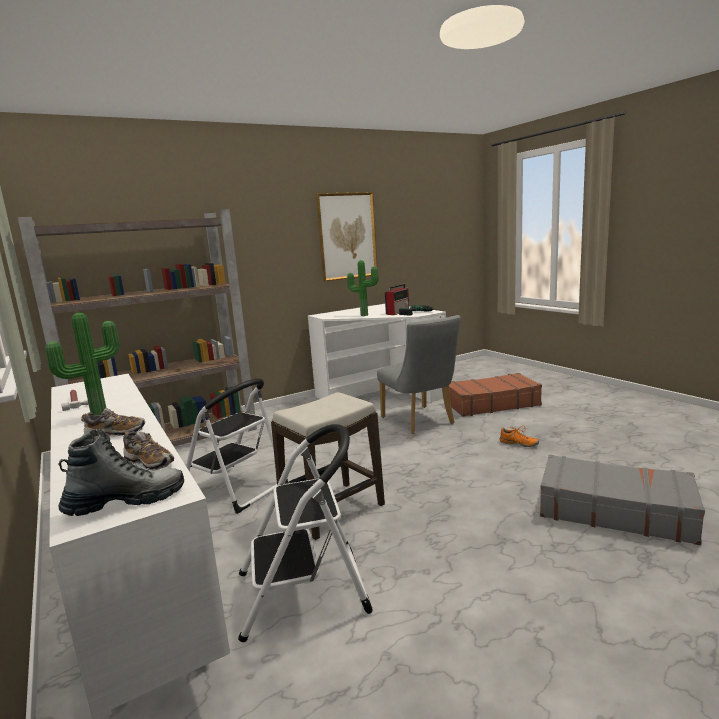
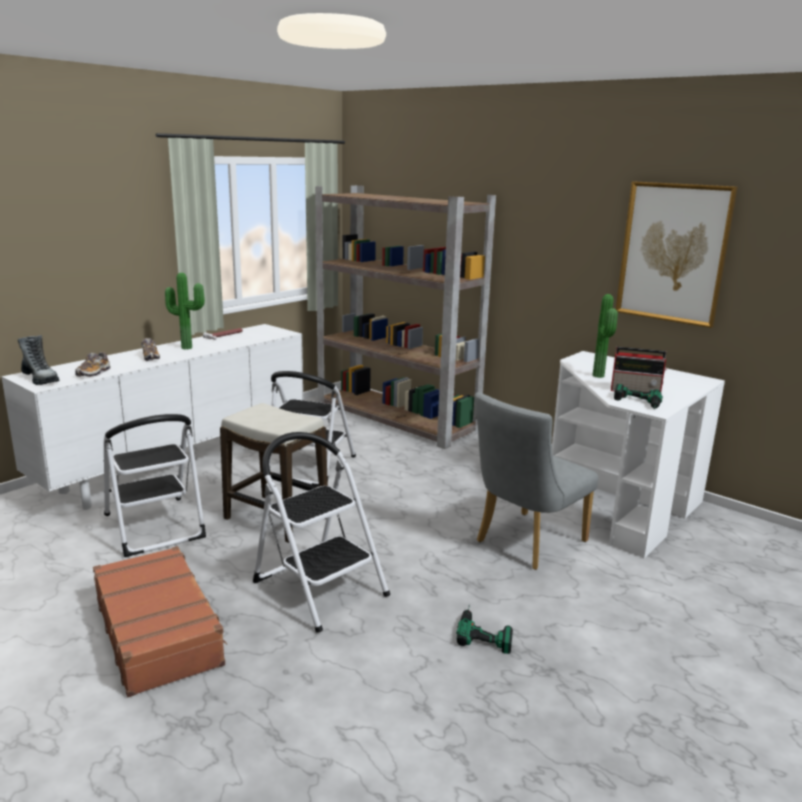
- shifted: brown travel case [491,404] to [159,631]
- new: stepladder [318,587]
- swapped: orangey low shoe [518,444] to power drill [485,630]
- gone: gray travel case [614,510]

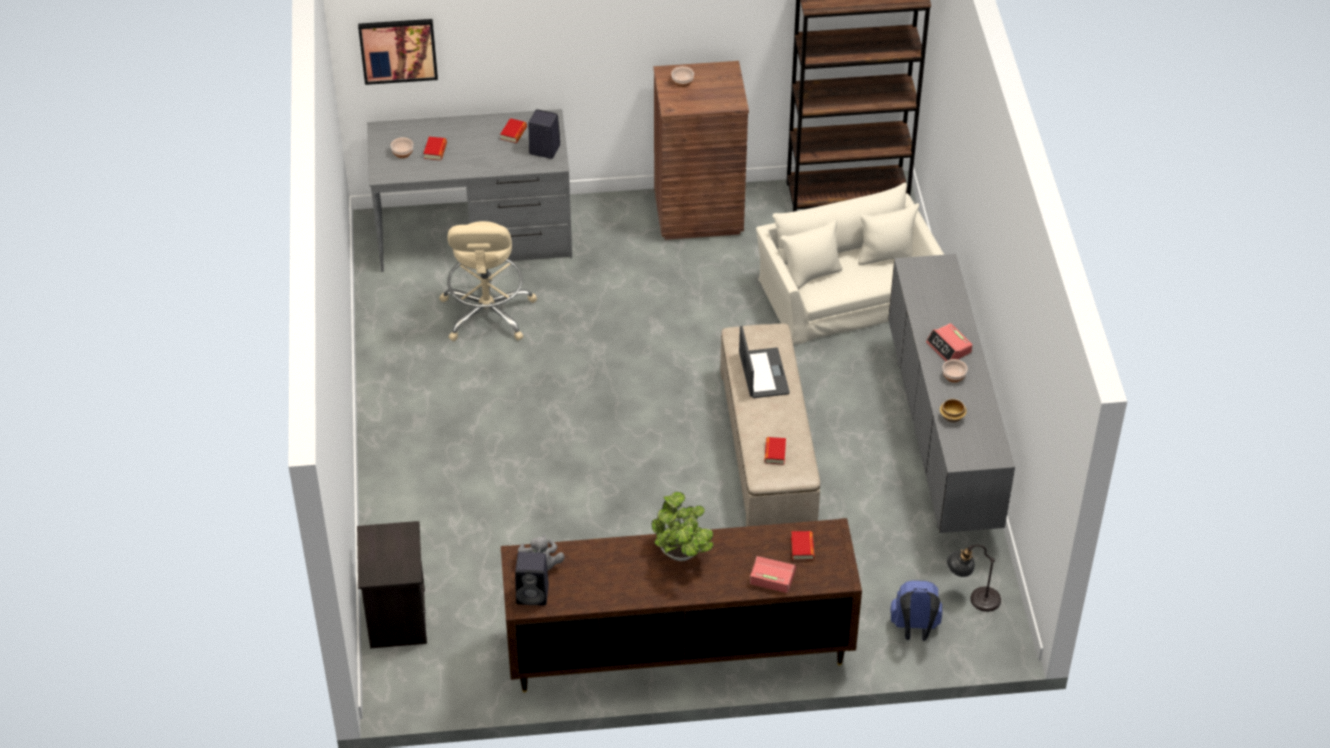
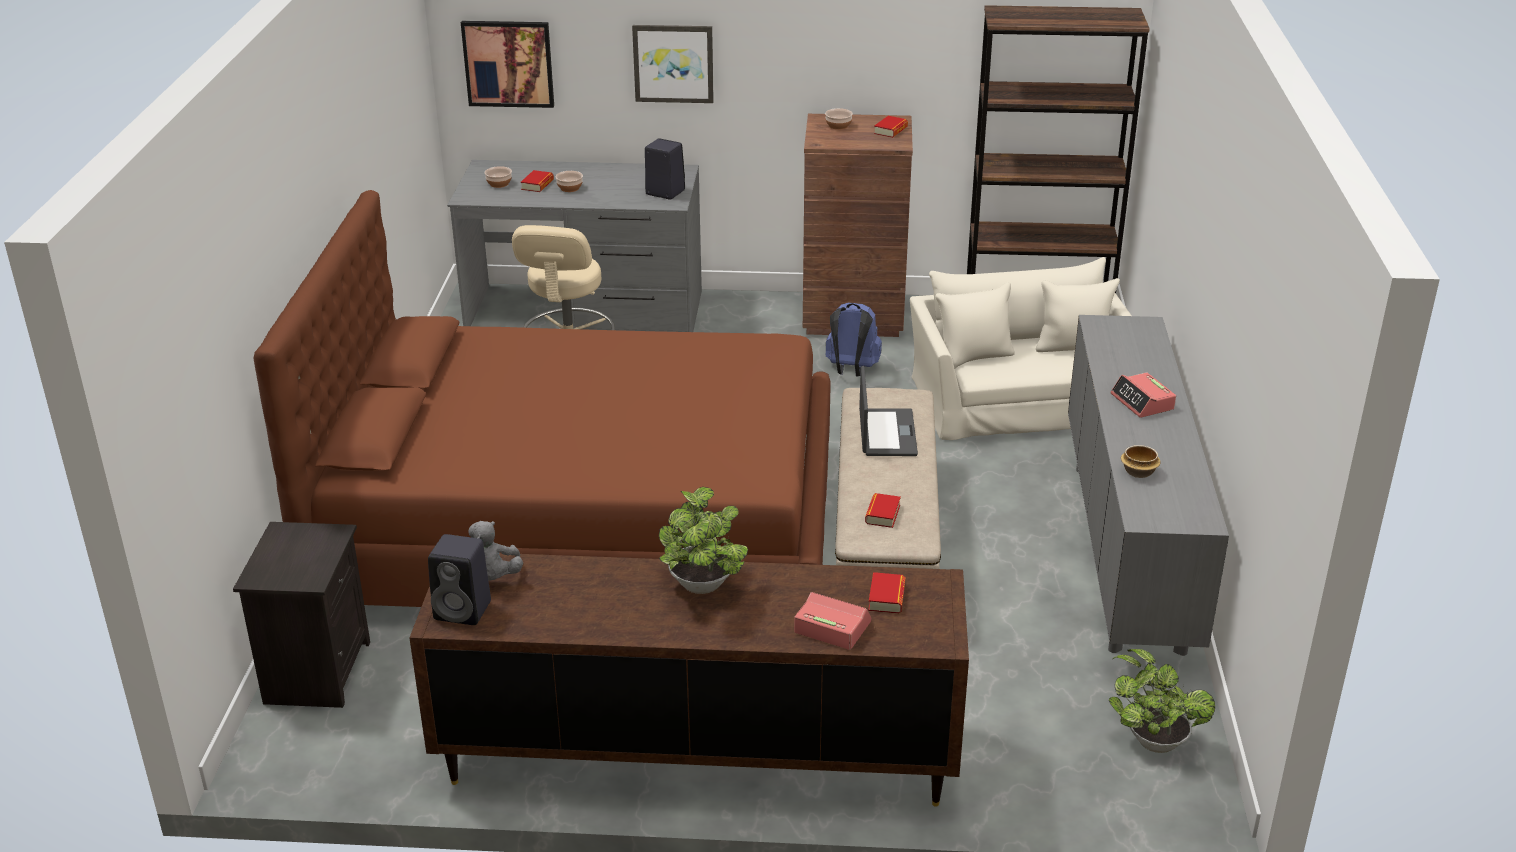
- new: brown sleeping bed [583,527]
- shifted: serving bowl [953,376] to [569,188]
- new: wall art [673,63]
- shifted: blue-coloured rucksack [914,629] to [851,370]
- shifted: bound book [513,133] to [890,130]
- swapped: gray table lamp [972,596] to potted plant [1152,740]

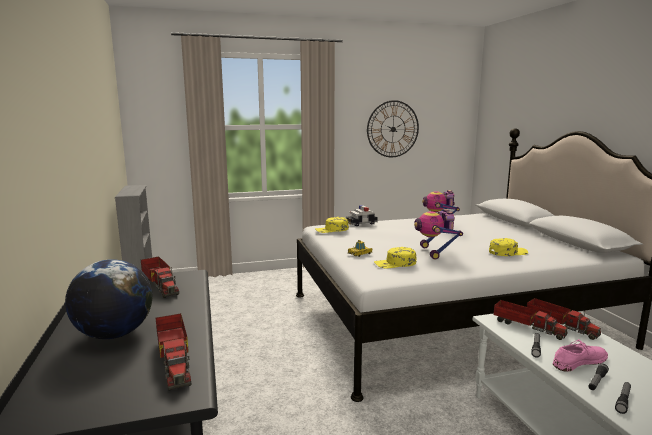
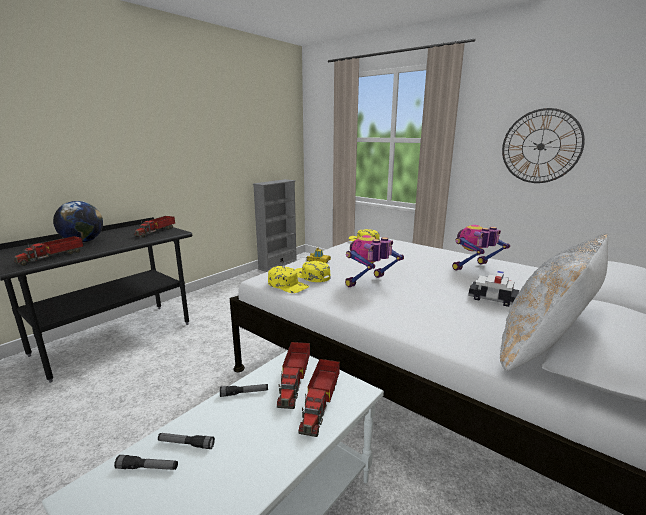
- shifted: yellowish baseball cap [507,252] to [288,285]
- shifted: miniature car [361,223] to [492,299]
- new: white pillow [541,355]
- gone: pink-coloured low shoe [579,361]

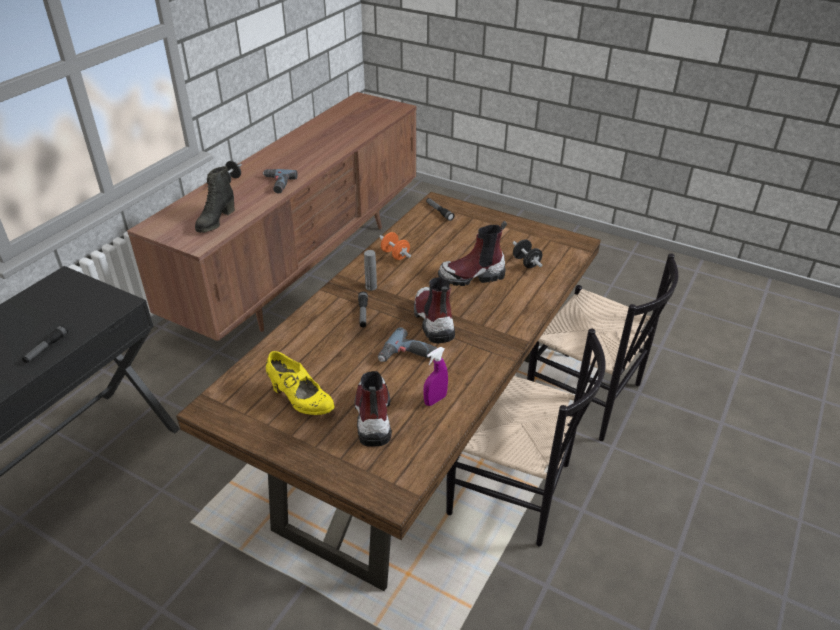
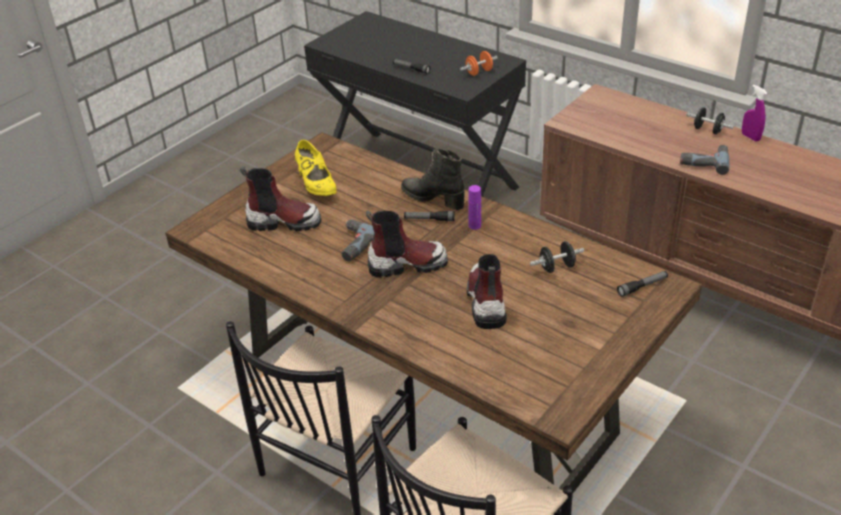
- rotated: yellowish low shoe [300,400] = [316,185] 75 degrees counterclockwise
- shifted: black high-top boot [215,221] to [433,198]
- shifted: orangey hand weight [395,255] to [479,72]
- repainted: gray beverage bottle [371,287] to purplish beverage bottle [474,226]
- shifted: black hand weight [526,262] to [556,267]
- shifted: purplish hand sprayer [435,400] to [750,137]

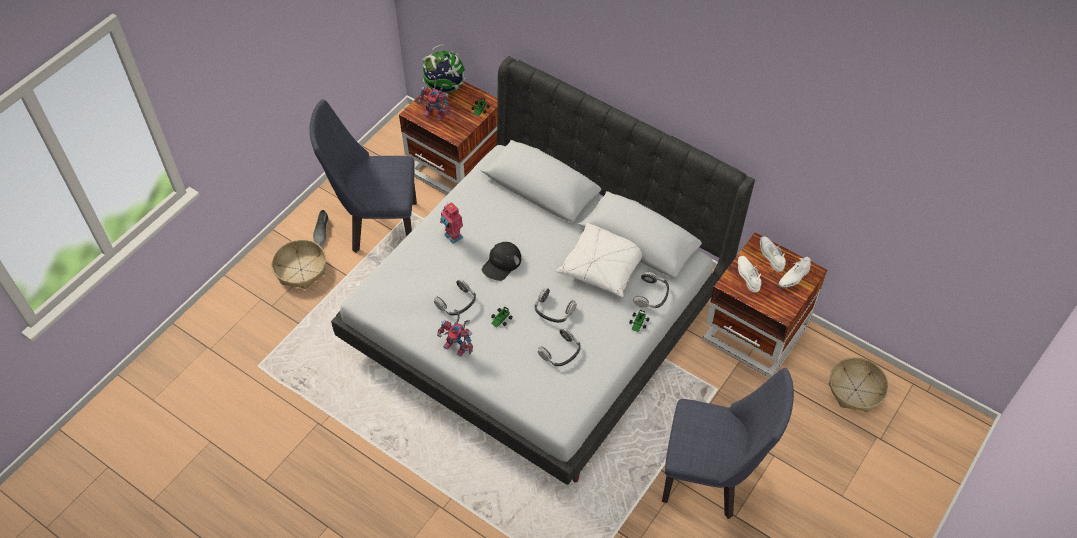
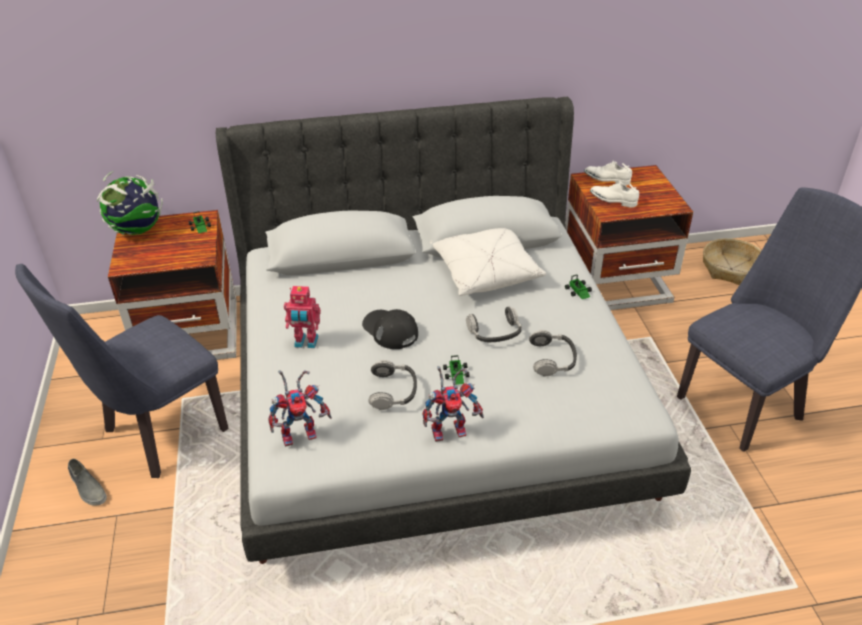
- shifted: model robot [437,114] to [301,432]
- rotated: black baseball cap [501,263] = [390,330] 150 degrees clockwise
- gone: household basket [301,269]
- gone: pair of headphones [651,295]
- gone: white low shoe [794,277]

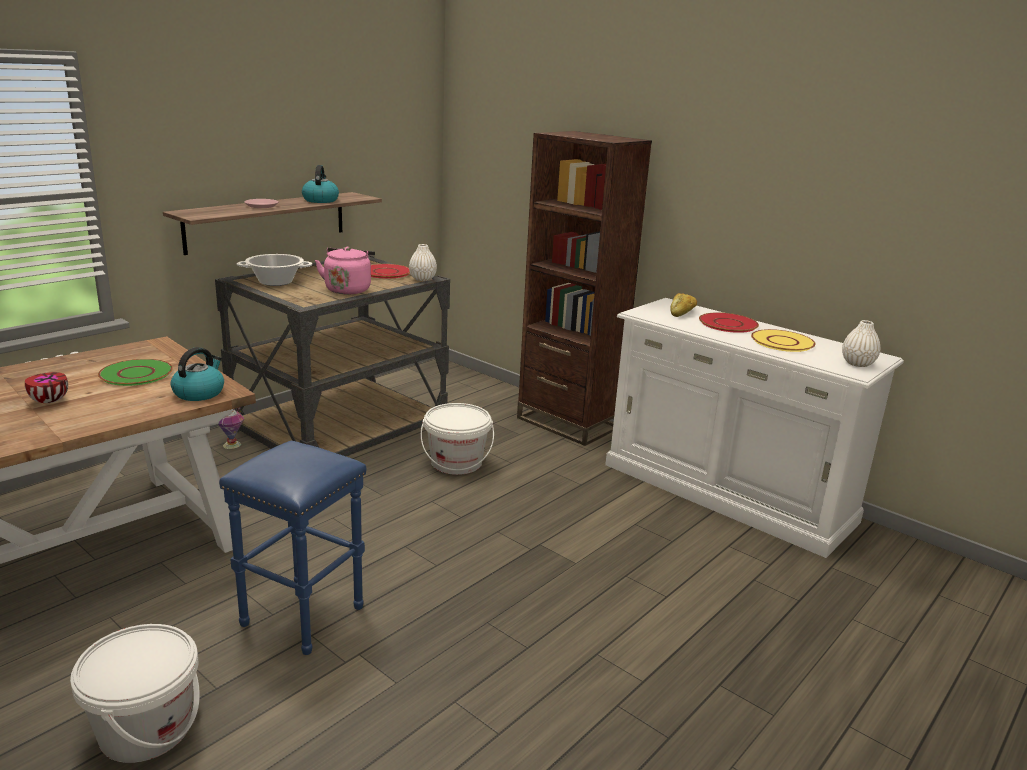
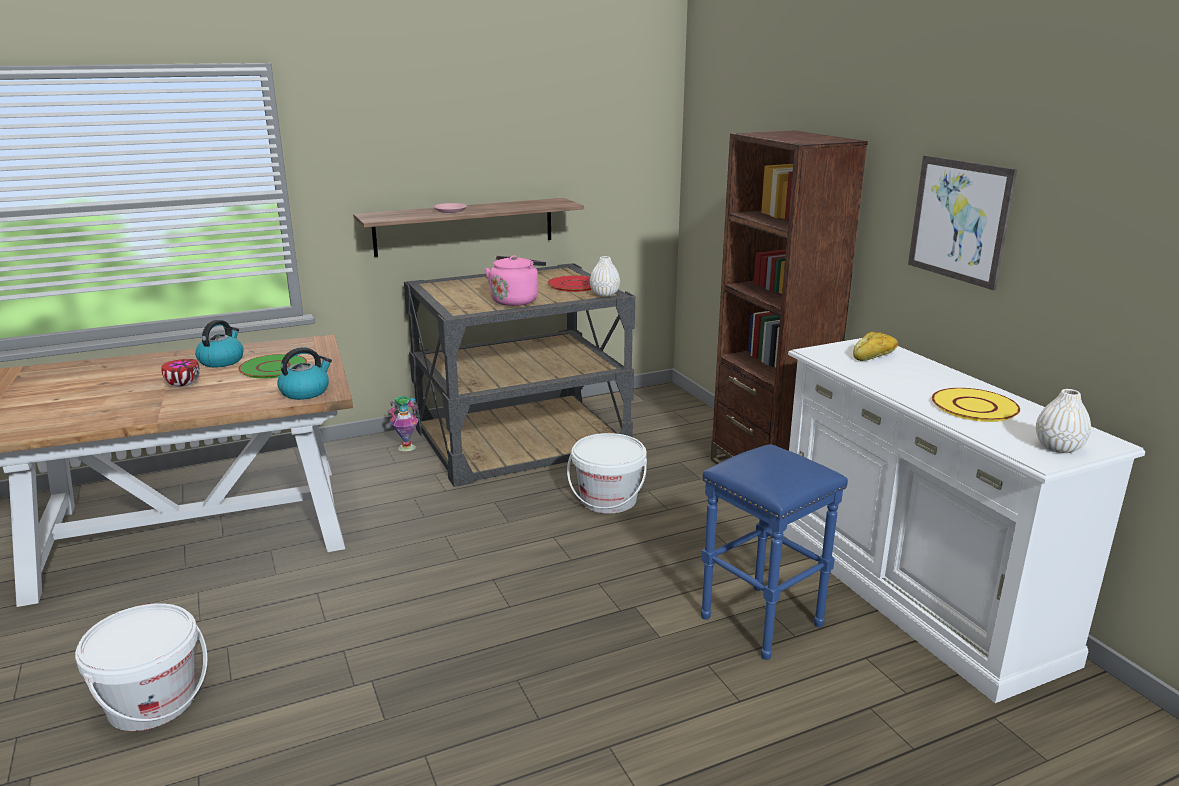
- shifted: water kettle [320,200] to [221,361]
- shifted: blue-coloured stool seat [302,613] to [761,619]
- new: wall art [959,220]
- gone: saucepot [276,282]
- gone: reddish plate [728,324]

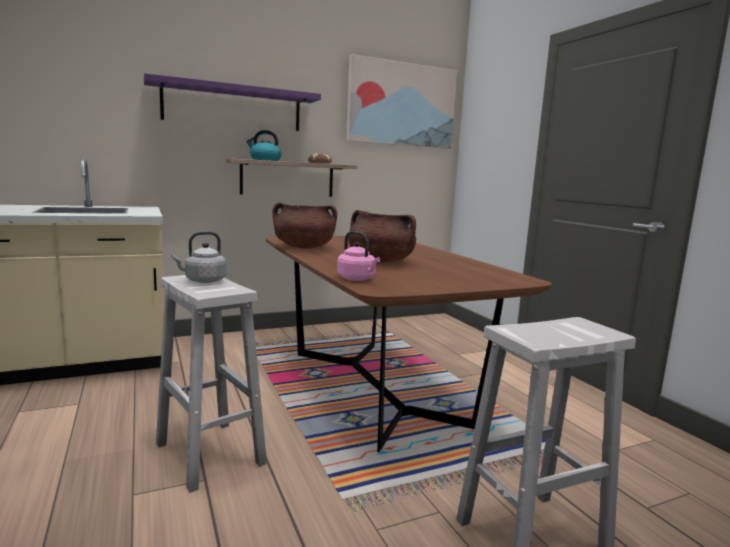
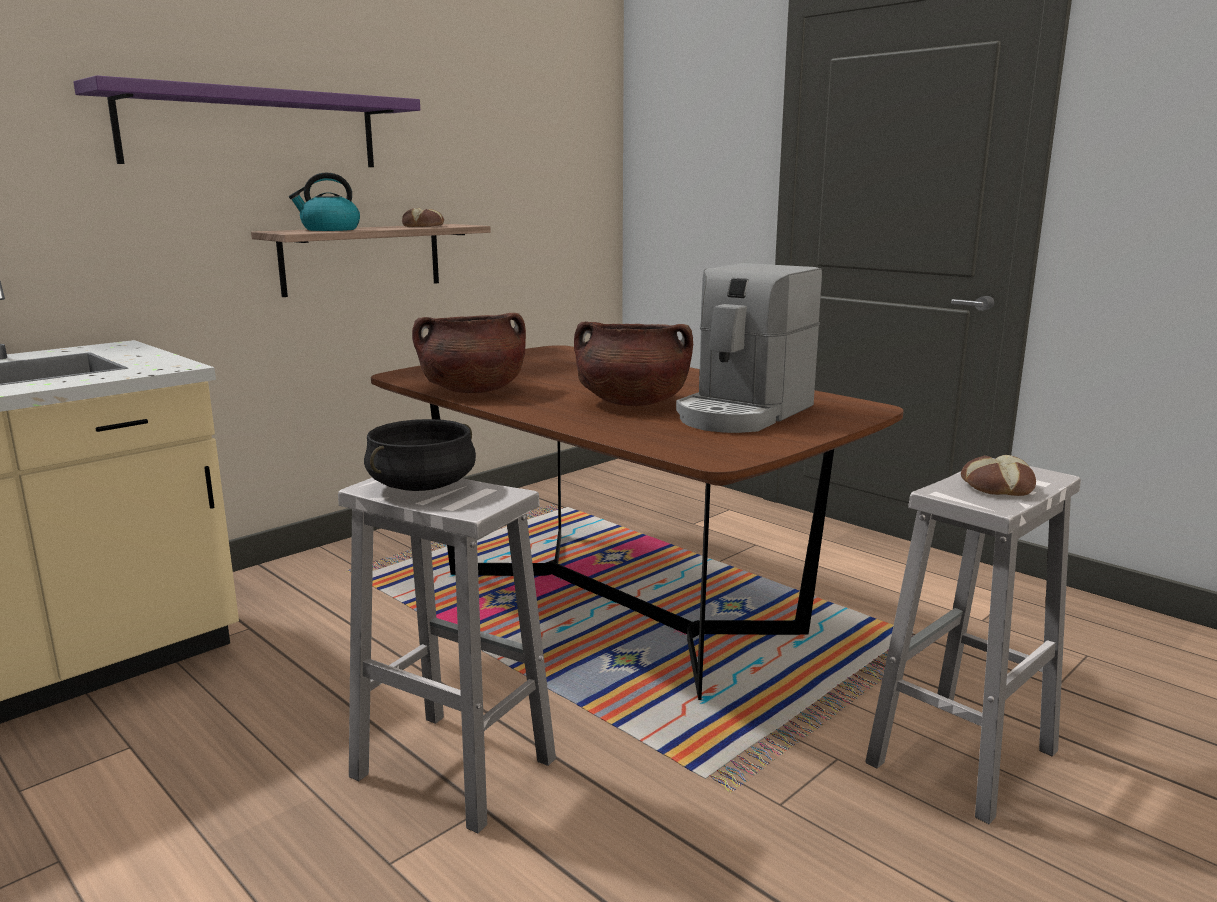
- swapped: gray water kettle [203,281] to black saucepot [422,486]
- new: coffee maker [743,413]
- new: baked bread [996,486]
- gone: pink-coloured water kettle [357,279]
- gone: wall art [401,105]

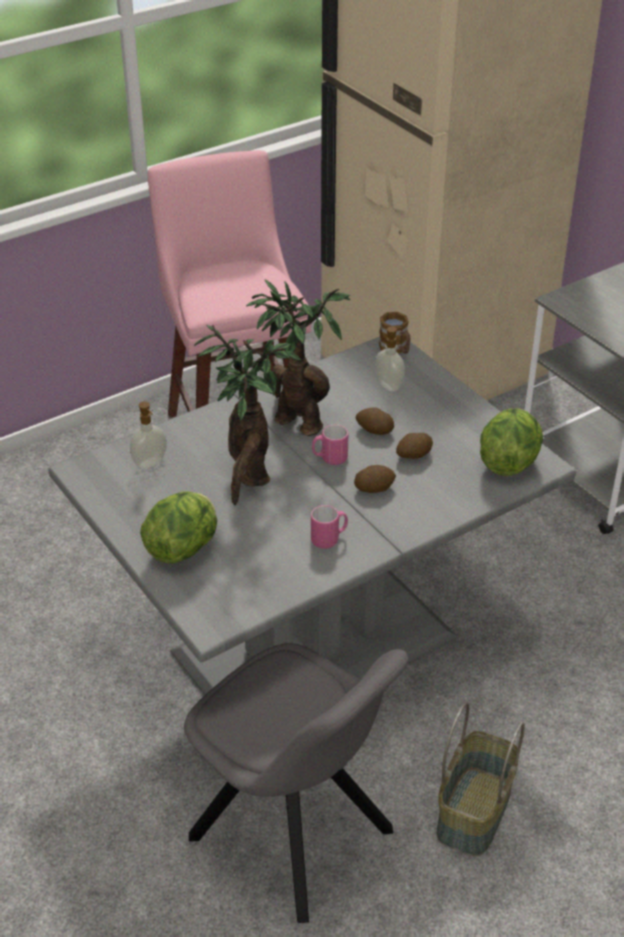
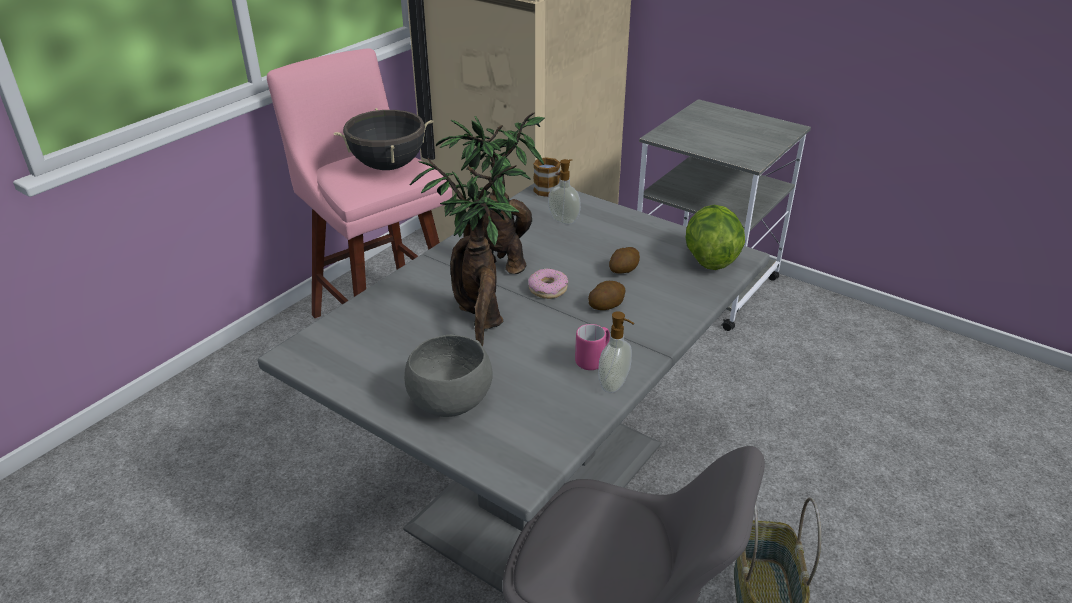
- new: black saucepot [388,166]
- swapped: head of lettuce [183,547] to gray serving bowl [449,403]
- swapped: pink-coloured tea mug [329,458] to doughnut [548,289]
- shifted: liquid soap bottle [150,463] to [614,385]
- gone: whole potato [374,430]

